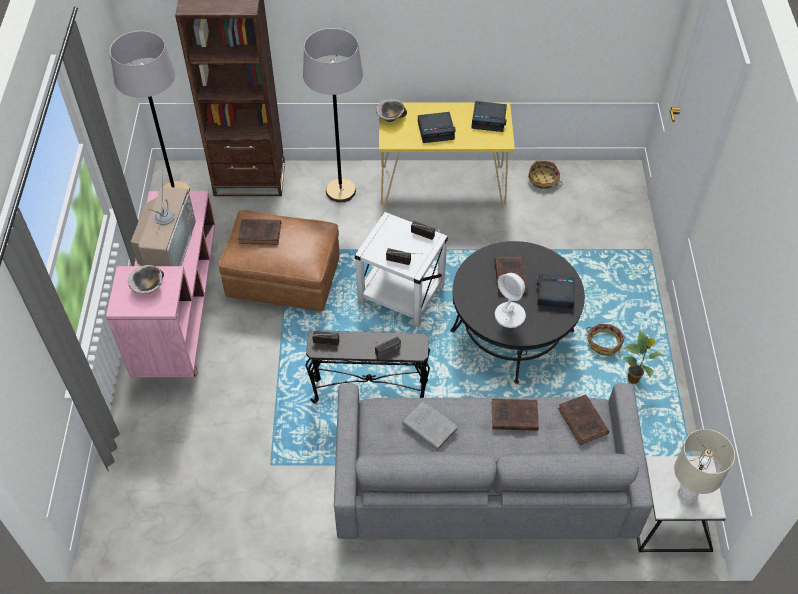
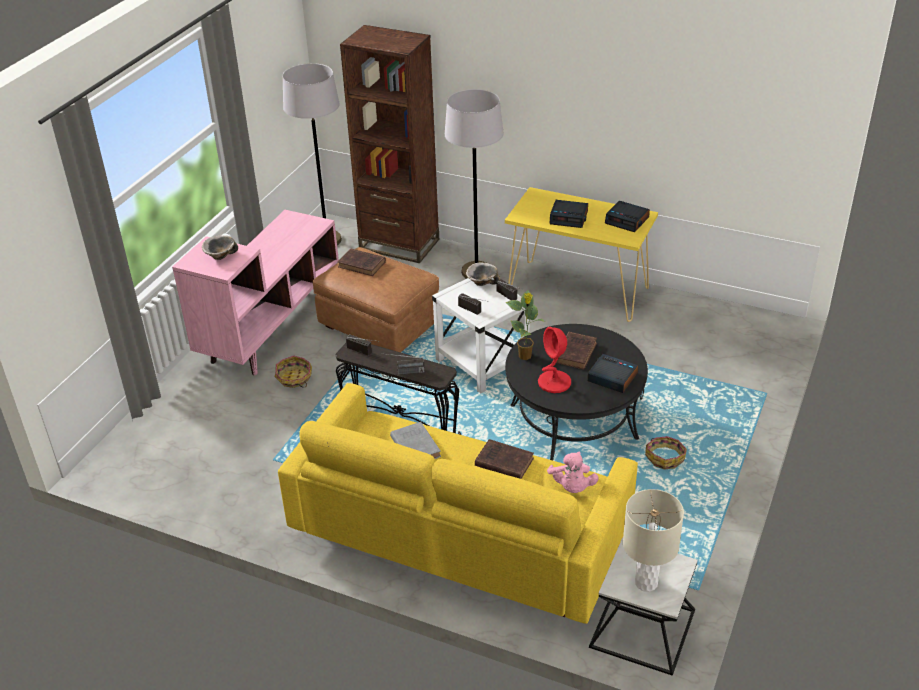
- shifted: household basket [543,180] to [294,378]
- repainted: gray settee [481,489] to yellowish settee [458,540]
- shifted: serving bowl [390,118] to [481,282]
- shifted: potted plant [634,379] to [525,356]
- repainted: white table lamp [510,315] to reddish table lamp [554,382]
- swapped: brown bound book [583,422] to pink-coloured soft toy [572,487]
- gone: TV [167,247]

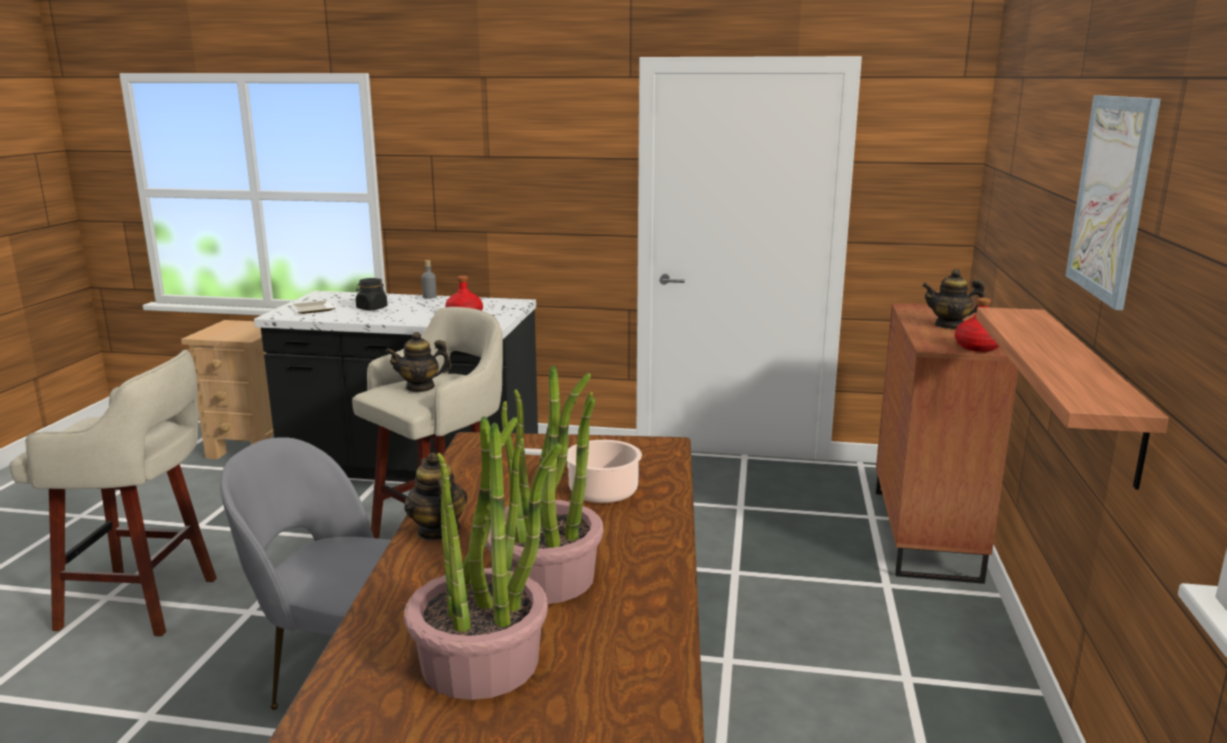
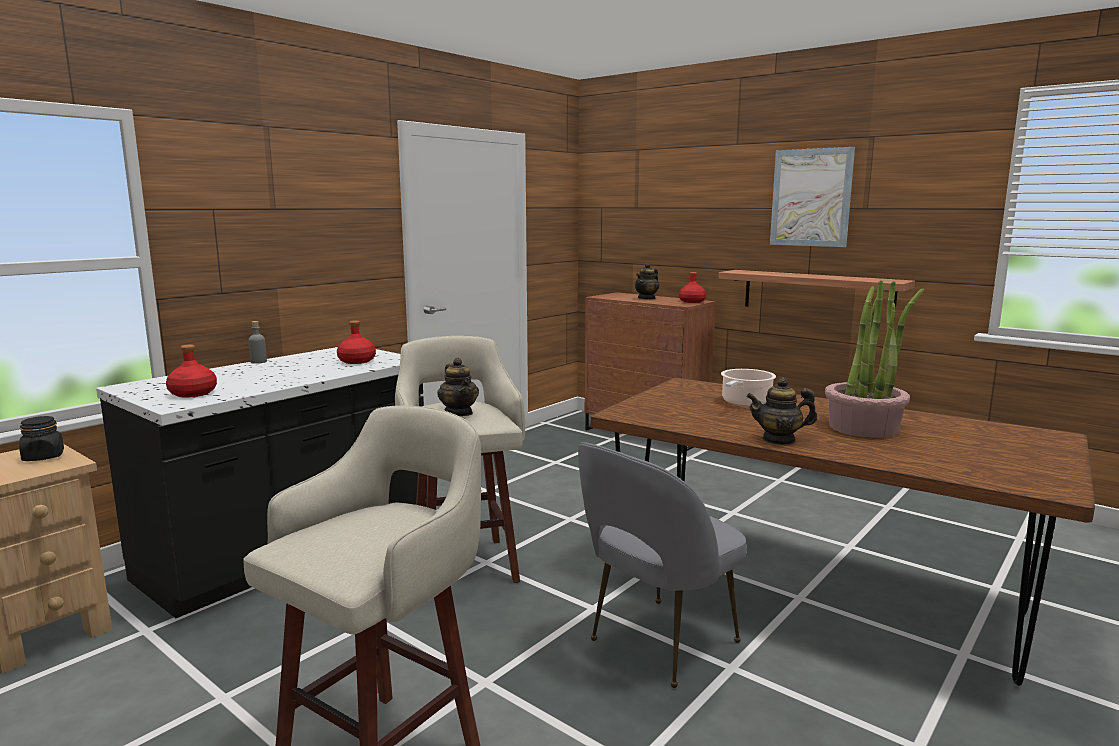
- shifted: black storage jar [371,308] to [43,457]
- swapped: plate [312,310] to reddish beverage bottle [193,393]
- rotated: pot for tea [420,387] = [459,413] 45 degrees counterclockwise
- gone: potted plant [481,662]

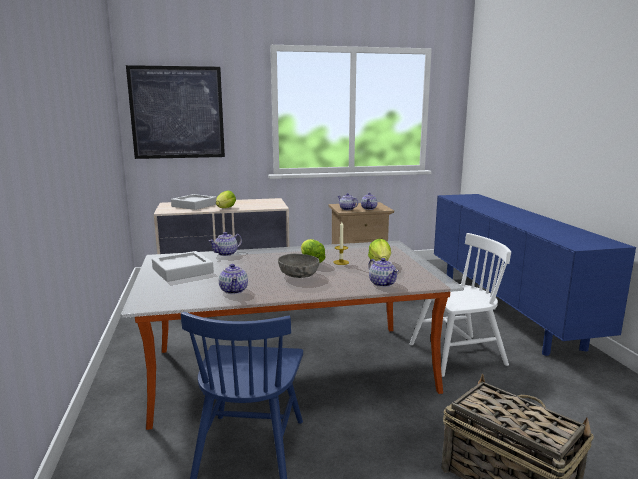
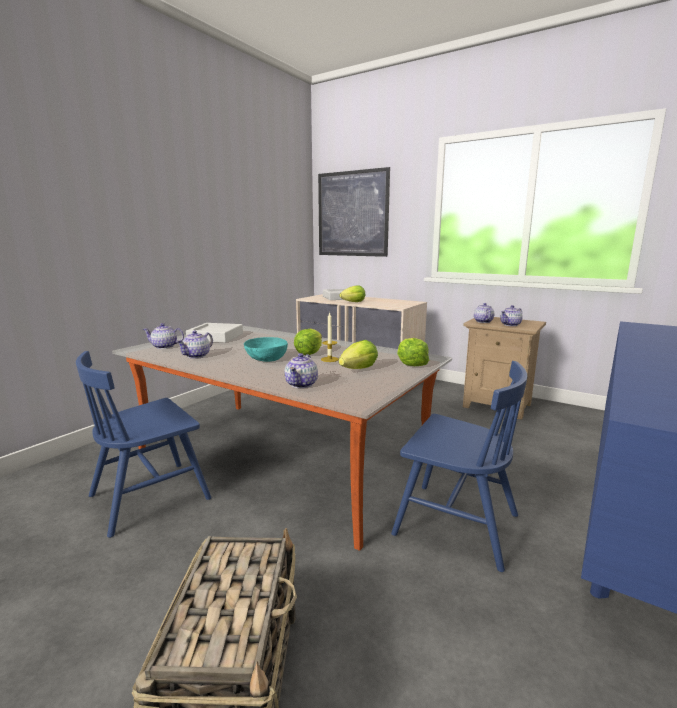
- shifted: pot for tea [226,253] to [165,347]
- repainted: gray serving bowl [298,275] to turquoise serving bowl [266,359]
- repainted: white upright chair [456,355] to blue-coloured upright chair [455,524]
- new: head of lettuce [411,363]

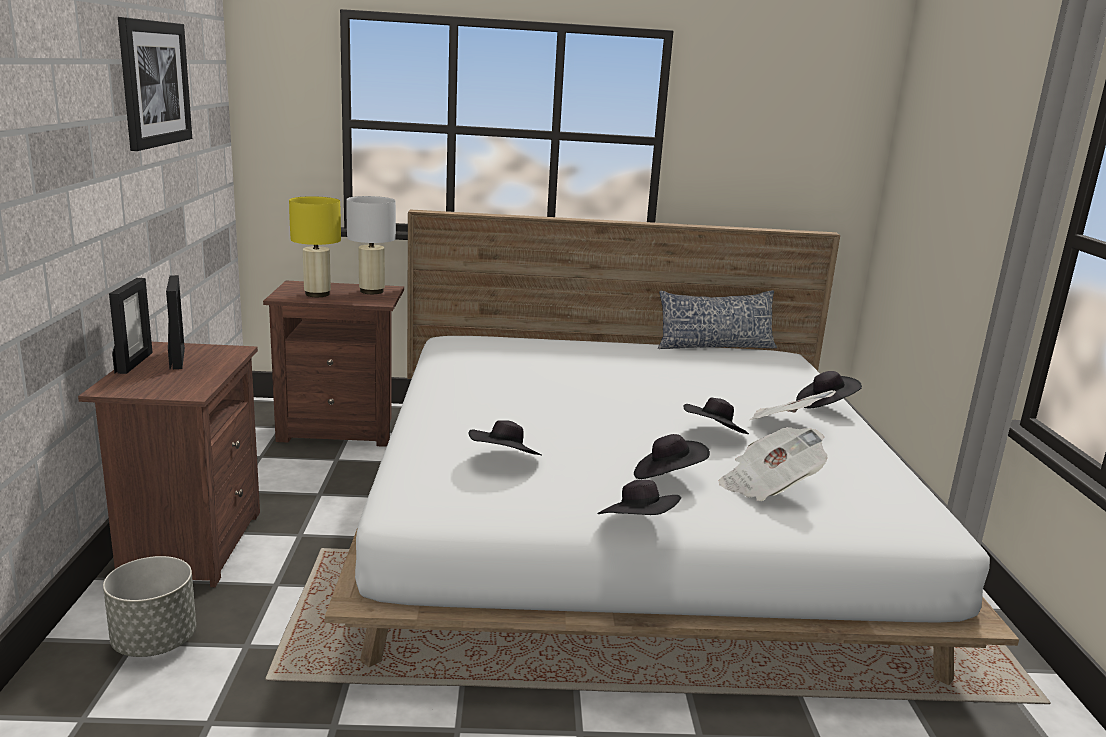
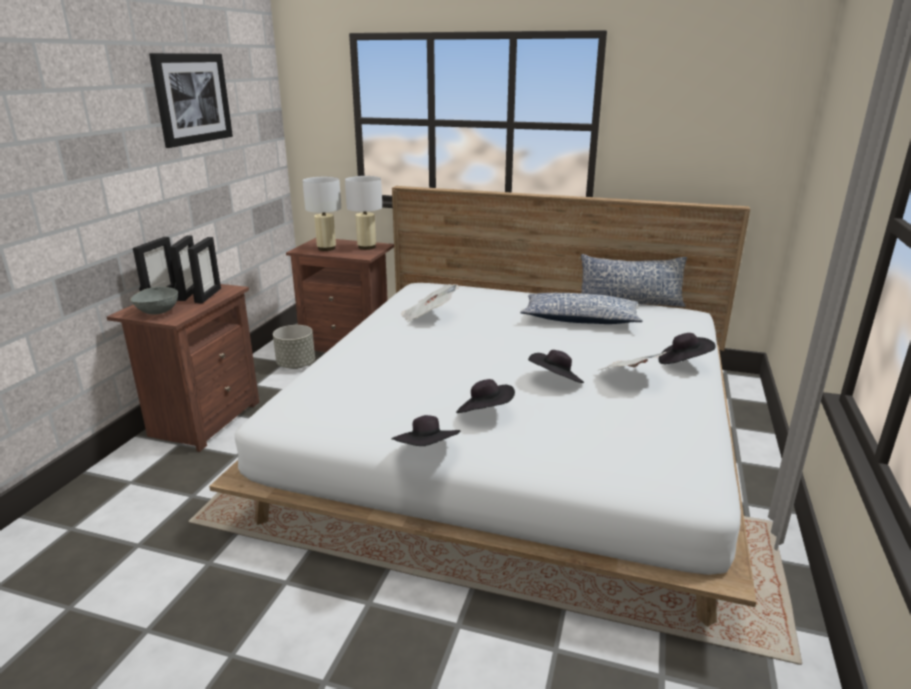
- new: gray serving bowl [157,312]
- new: photo frame [208,295]
- shifted: gray flower pot [155,641] to [296,365]
- repainted: yellowish table lamp [317,294] to white table lamp [327,248]
- shifted: printed paper [768,487] to [428,317]
- new: pillow [580,319]
- gone: black hat [504,462]

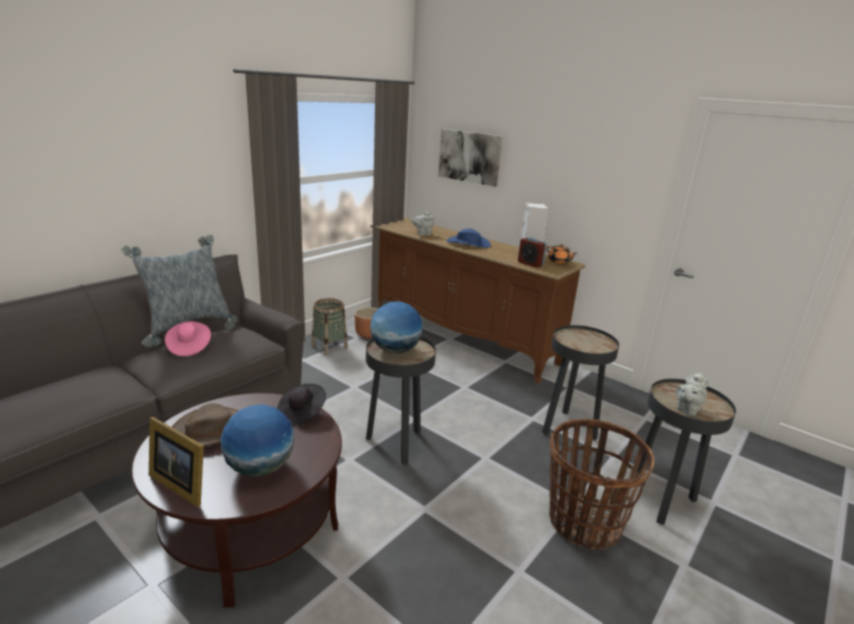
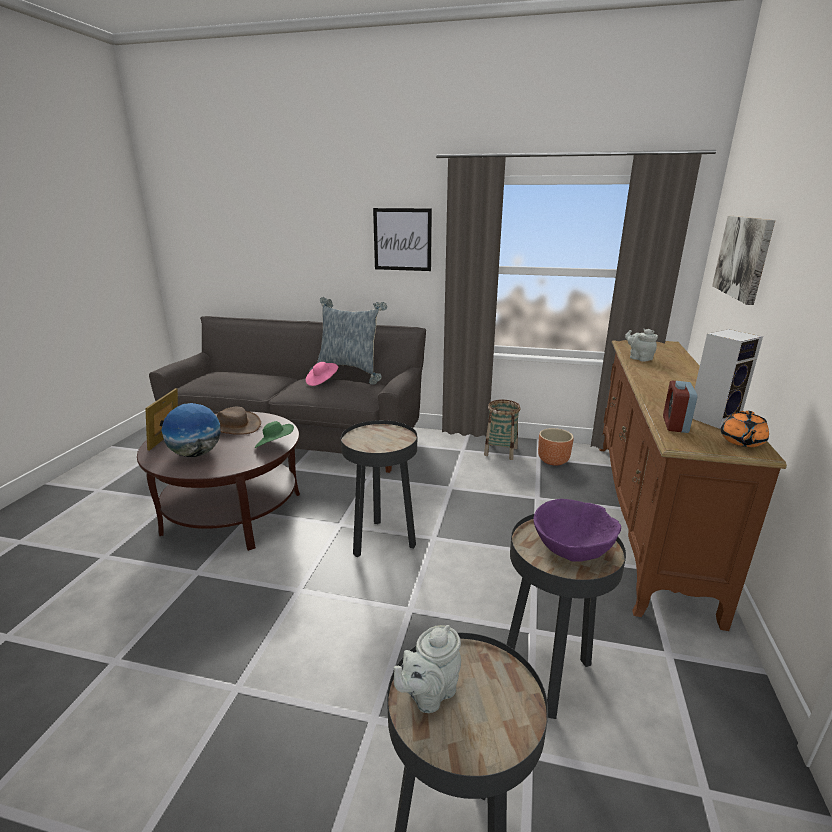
- repainted: black hat [301,414] to greenish hat [275,445]
- new: wall art [402,239]
- rotated: gray pot for tea [687,409] = [429,694] 60 degrees counterclockwise
- new: purplish serving bowl [572,548]
- gone: world globe [395,350]
- gone: blue-coloured hat [468,243]
- gone: household basket [583,523]

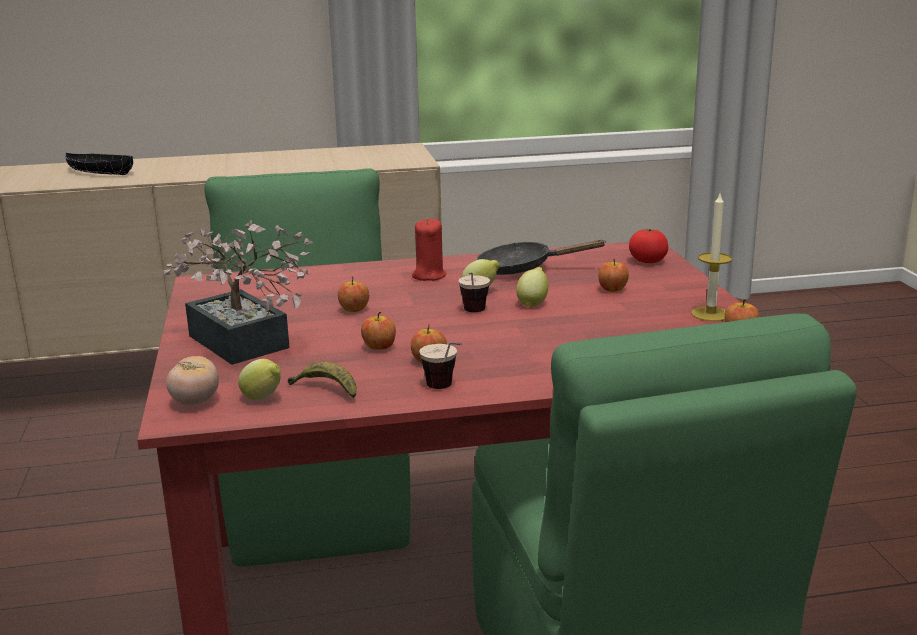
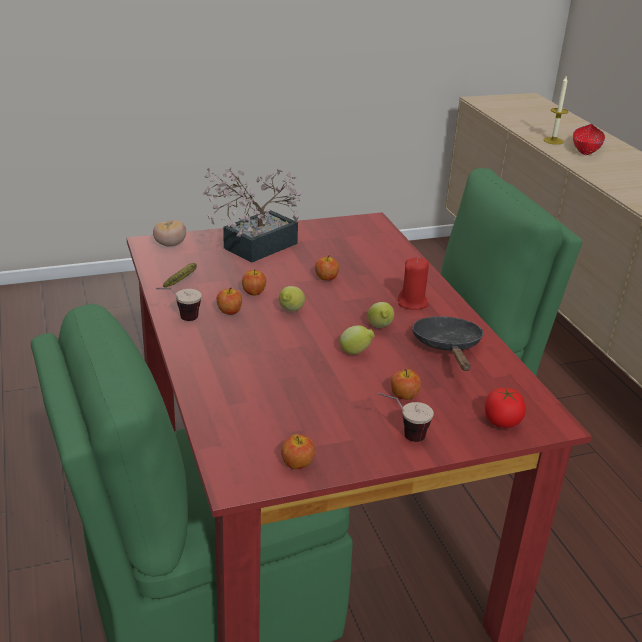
- shifted: lemon [263,398] to [290,311]
- shifted: cup [473,314] to [401,435]
- shifted: wax candle [710,314] to [553,141]
- repainted: black serving bowl [100,172] to reddish serving bowl [586,147]

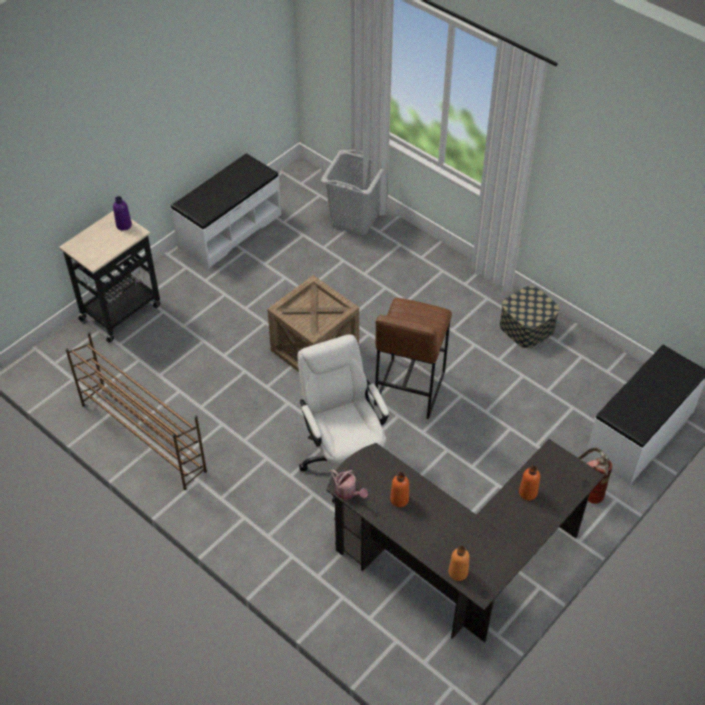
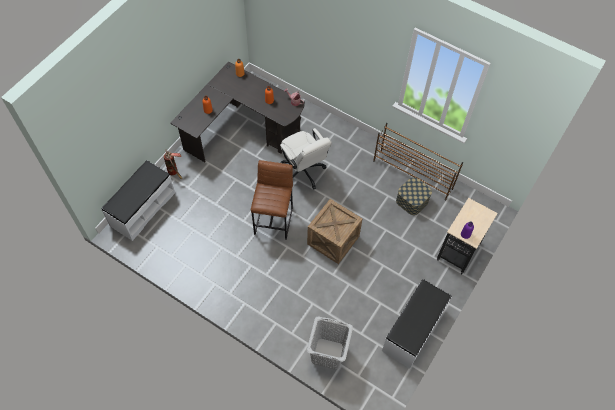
- shifted: storage container [527,327] to [412,201]

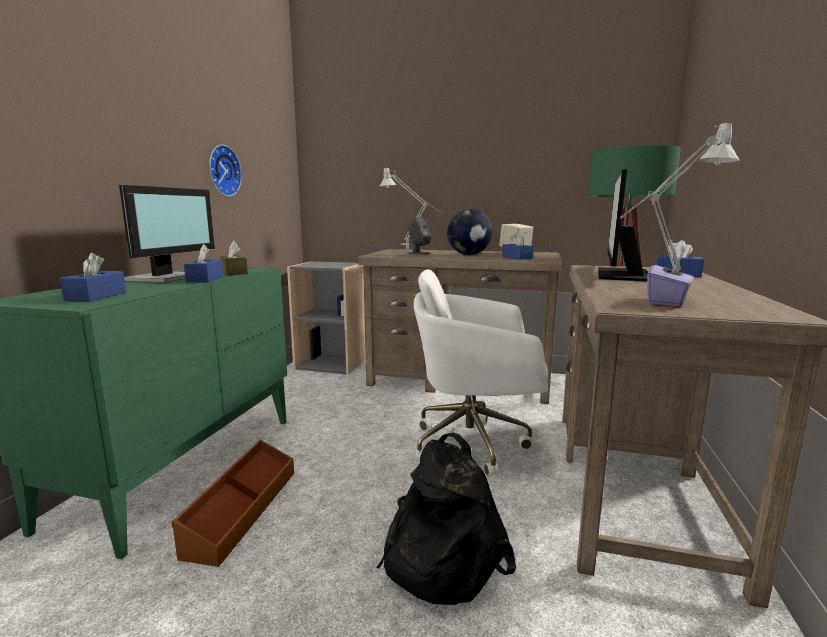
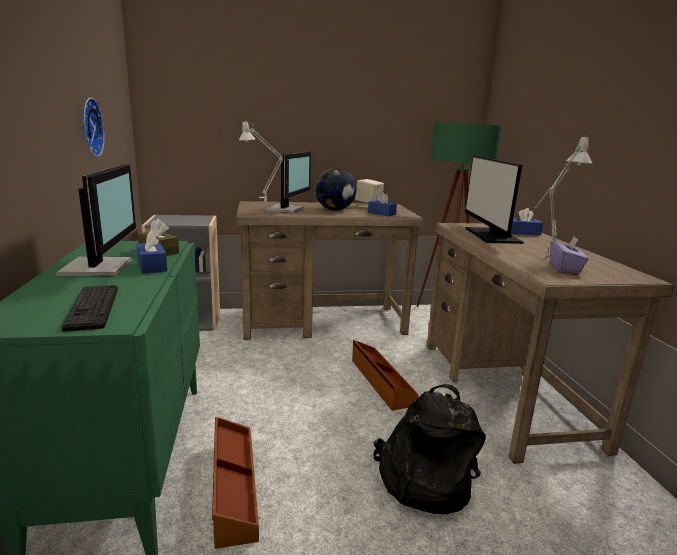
- swapped: blue-coloured tissue box [96,296] to keyboard [93,308]
- swapped: gray loudspeaker [418,253] to monitor [287,209]
- swapped: white office chair [475,445] to brown storage container [380,381]

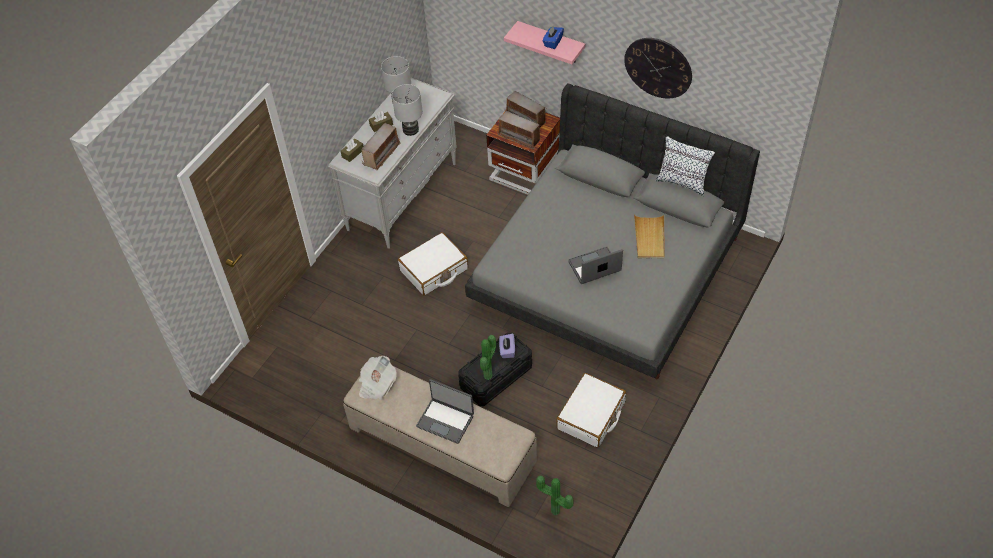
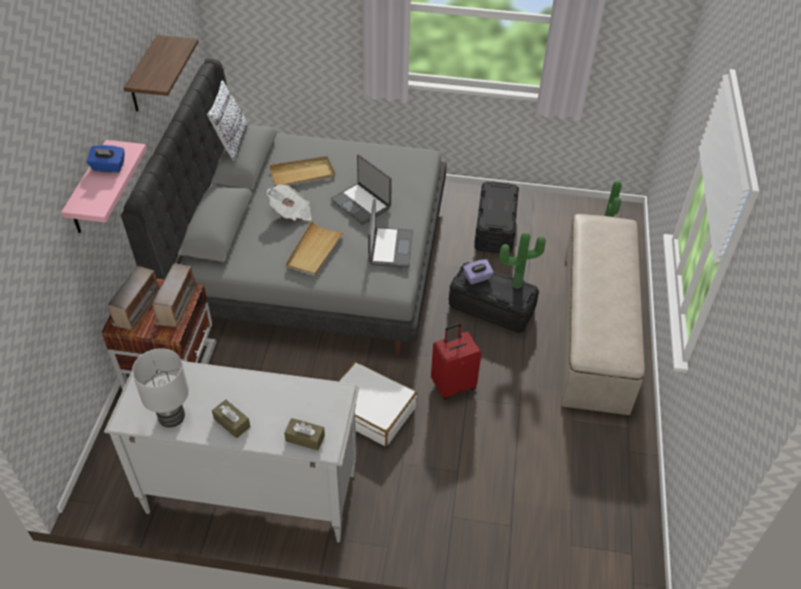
- swapped: hanging clock [658,67] to bracket shelf [144,76]
- shifted: printed paper [377,384] to [291,213]
- new: beige-coloured serving tray [314,251]
- shifted: notebook computer [445,420] to [389,248]
- new: reddish travel case [453,385]
- swapped: white travel case [591,416] to black storage container [495,228]
- gone: radio [381,154]
- gone: gray table lamp [410,130]

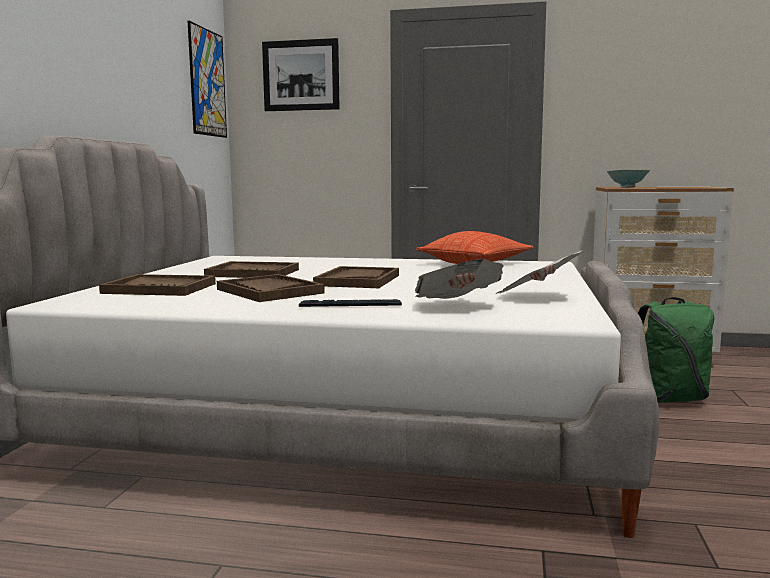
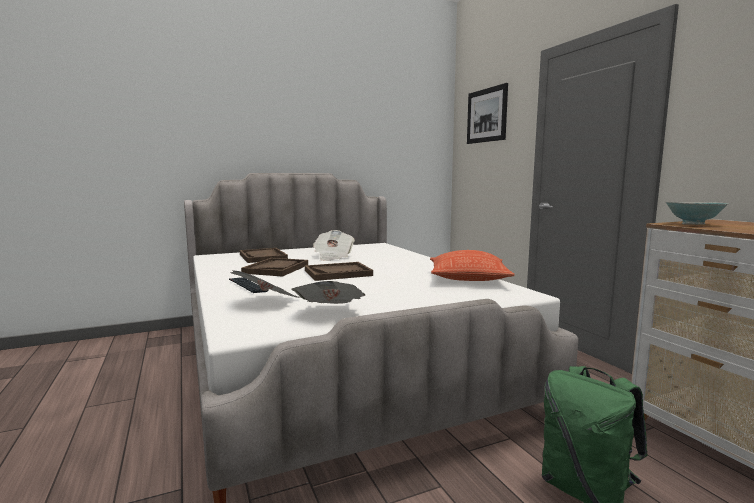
- swapped: brown serving tray [253,273] to printed paper [333,257]
- gone: wall art [207,83]

